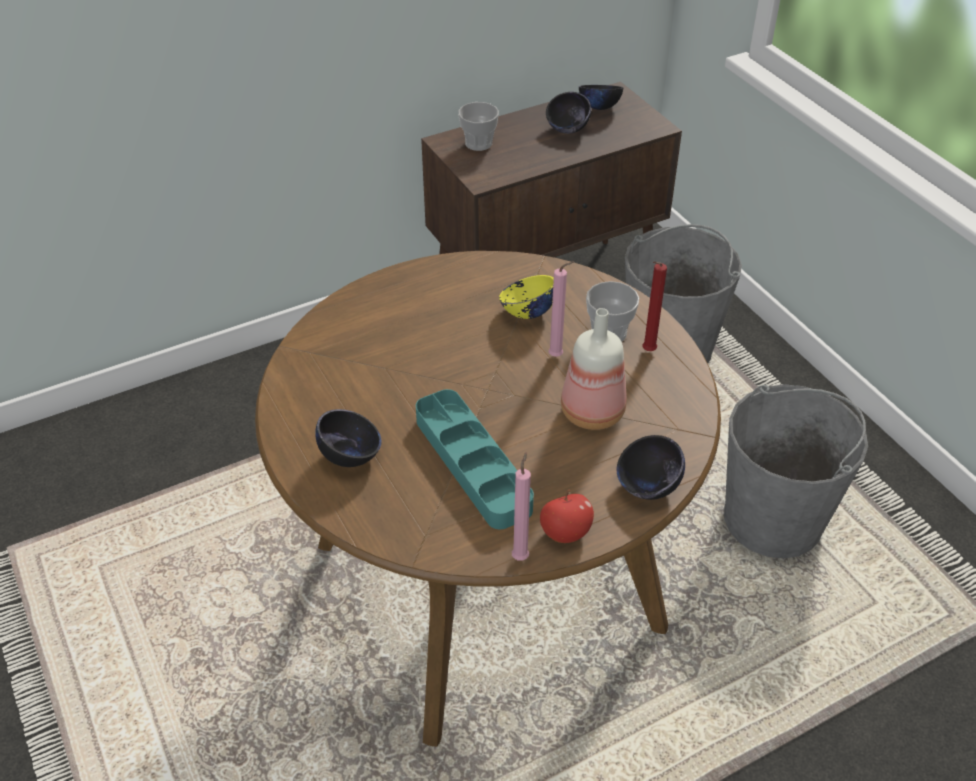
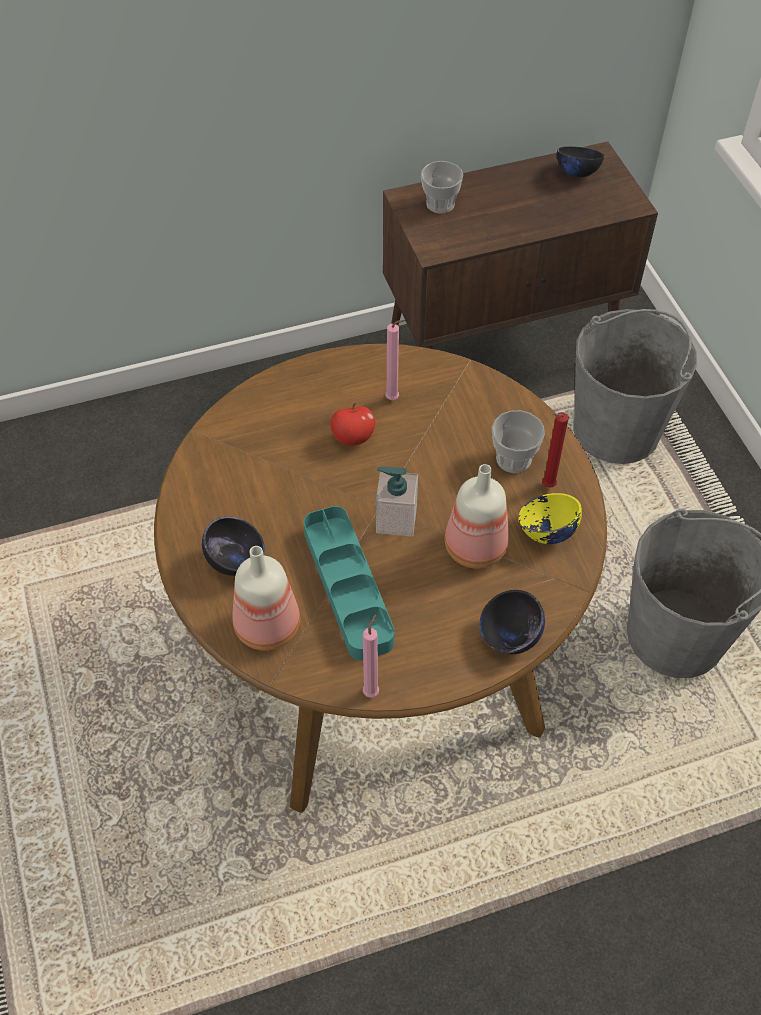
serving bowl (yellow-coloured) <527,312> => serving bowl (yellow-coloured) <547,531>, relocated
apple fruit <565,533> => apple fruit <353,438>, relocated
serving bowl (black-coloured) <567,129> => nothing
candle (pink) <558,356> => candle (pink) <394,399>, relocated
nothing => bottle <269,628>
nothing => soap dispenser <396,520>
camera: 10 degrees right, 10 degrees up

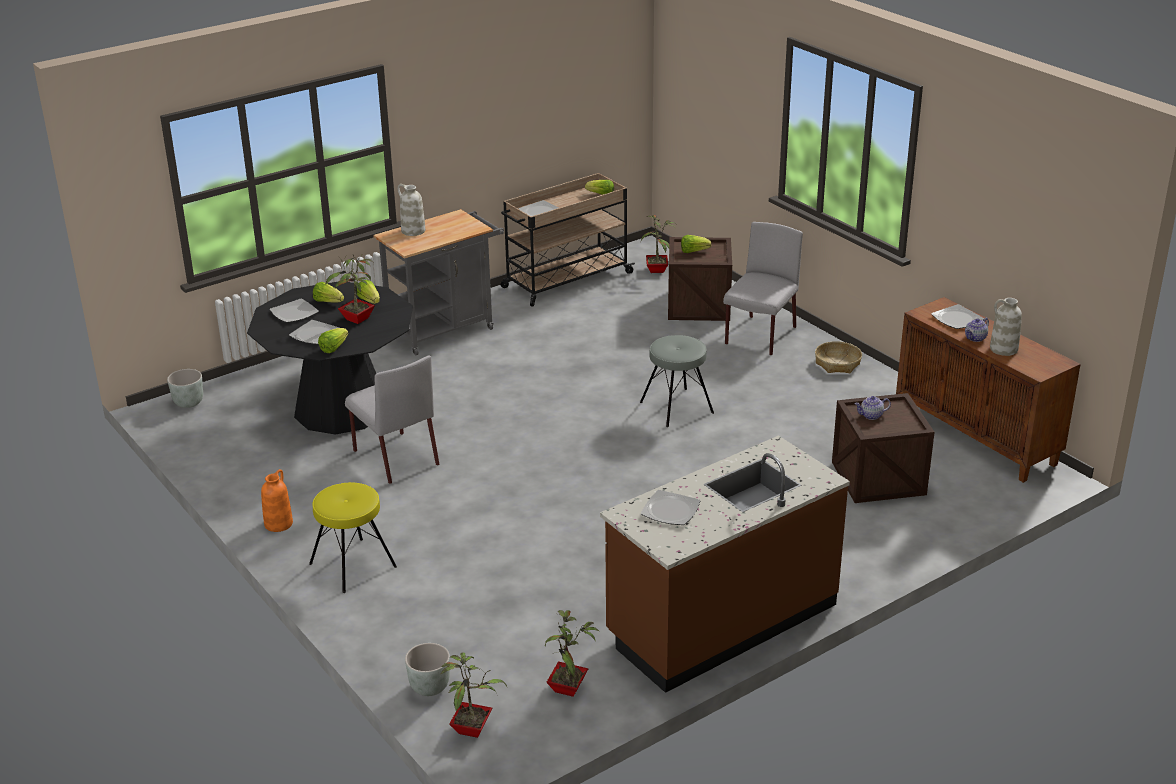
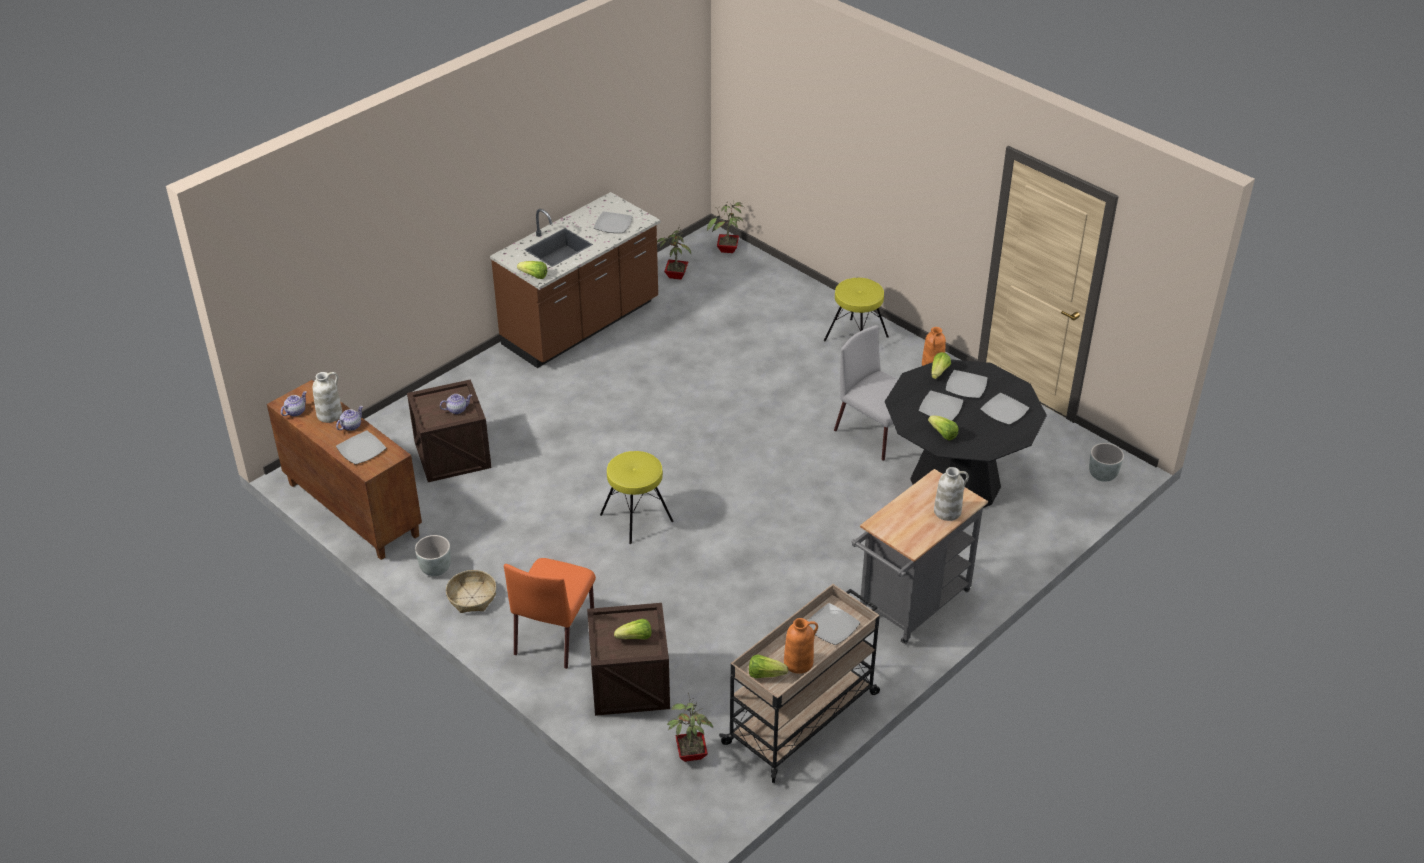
head of lettuce <328,302> => head of lettuce <534,276>, relocated
houseplant <356,320> => flat dish <940,408>
plant pot (grey) <429,687> => plant pot (grey) <435,569>, relocated
stool seat (grey) <677,407> => stool seat (yellow-coloured) <636,518>
upright chair (grey) <760,336> => upright chair (orange) <555,634>
nothing => pot for tea <295,411>
nothing => decorative vase (orange) <799,662>
camera: 170 degrees right, 10 degrees up

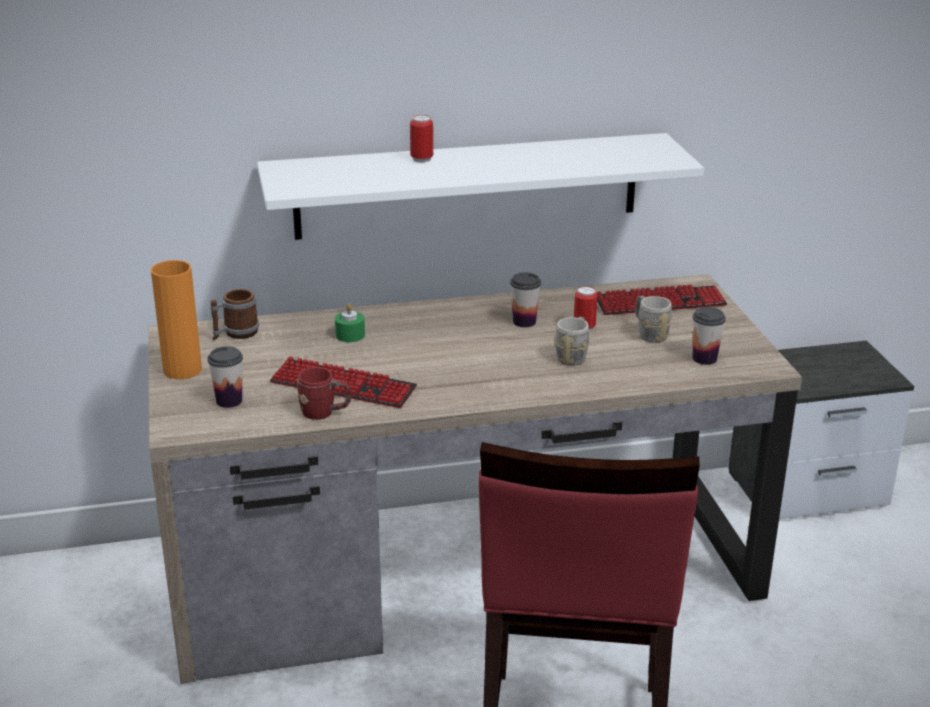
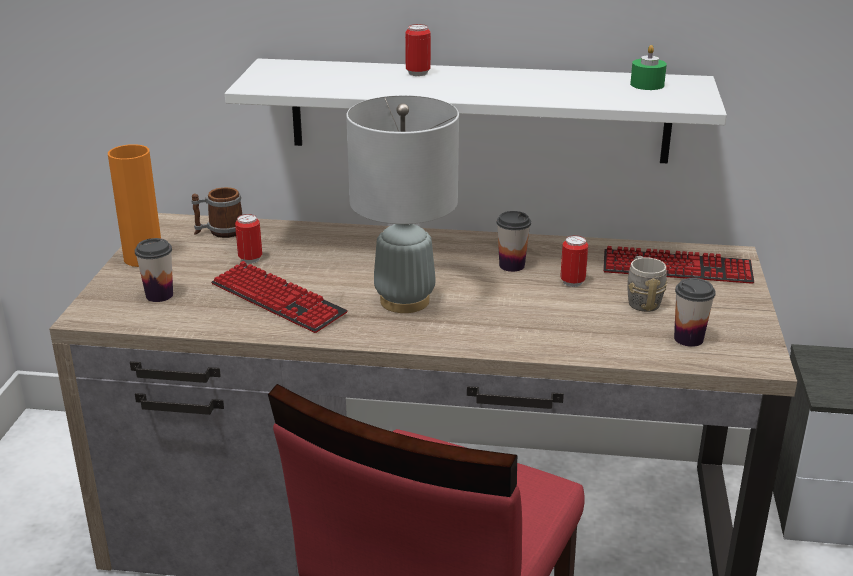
mug (red) <325,413> => nothing
candle (green-coloured) <350,335> => candle (green-coloured) <647,84>, relocated
mug (grey) <573,356> => nothing
nothing => can <250,259>
nothing => tabletop lamp (grey) <405,300>
camera: 20 degrees right, 0 degrees up

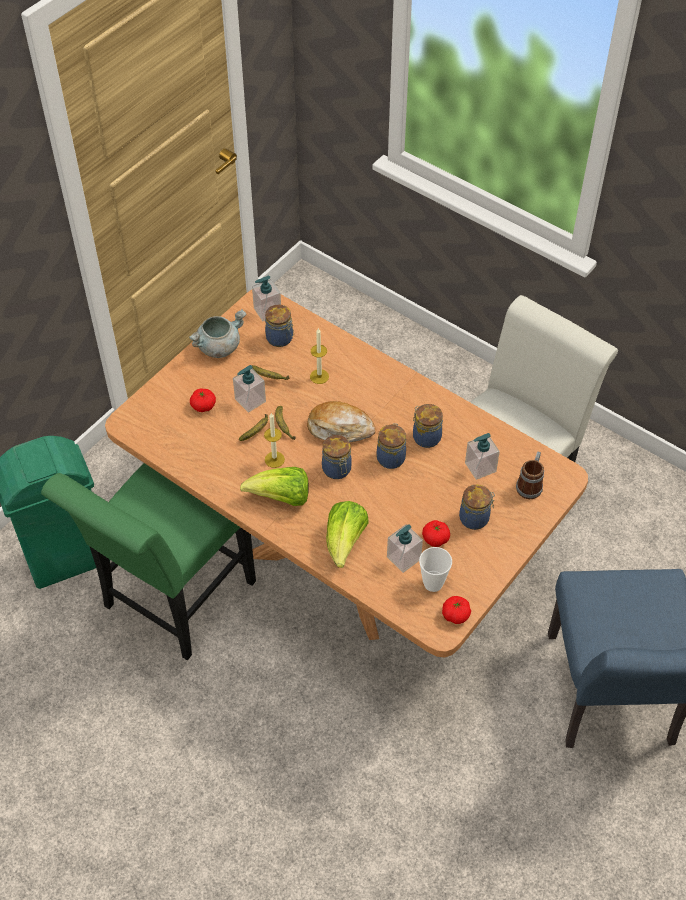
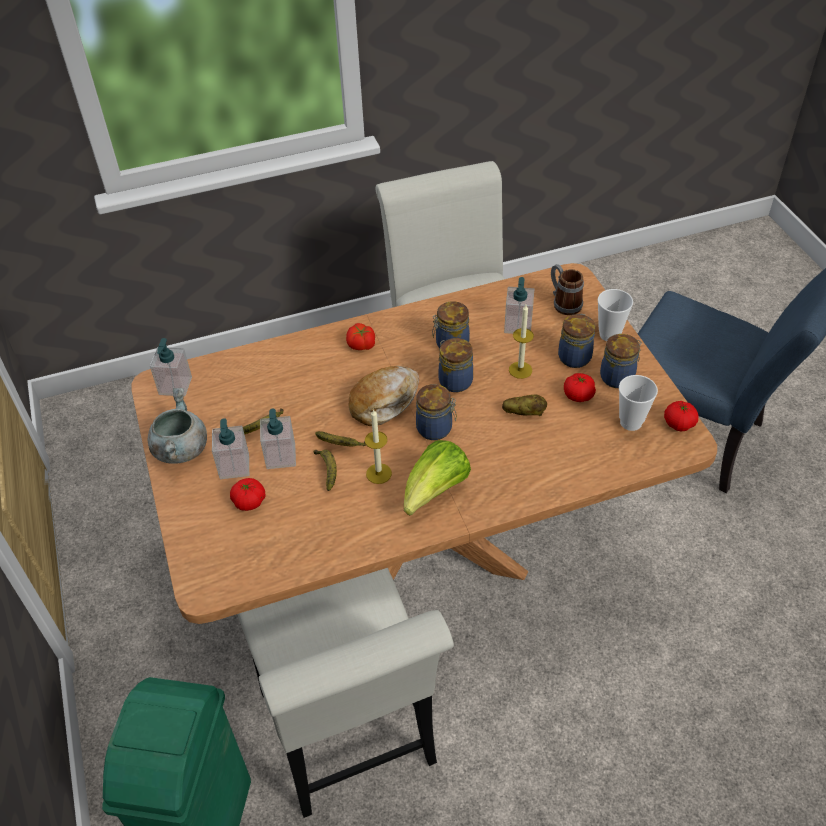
upright chair (green-coloured) <172,601> => upright chair (white) <351,738>
preserve jar <280,339> => preserve jar <618,377>, relocated
candle <319,376> => candle <520,370>, relocated
head of lettuce <345,542> => nothing
soap dispenser <403,558> => soap dispenser <234,466>, relocated
nothing => whole tomato <361,345>
nothing => spud <524,413>
nothing => cup <609,334>
camera: 55 degrees left, 5 degrees down

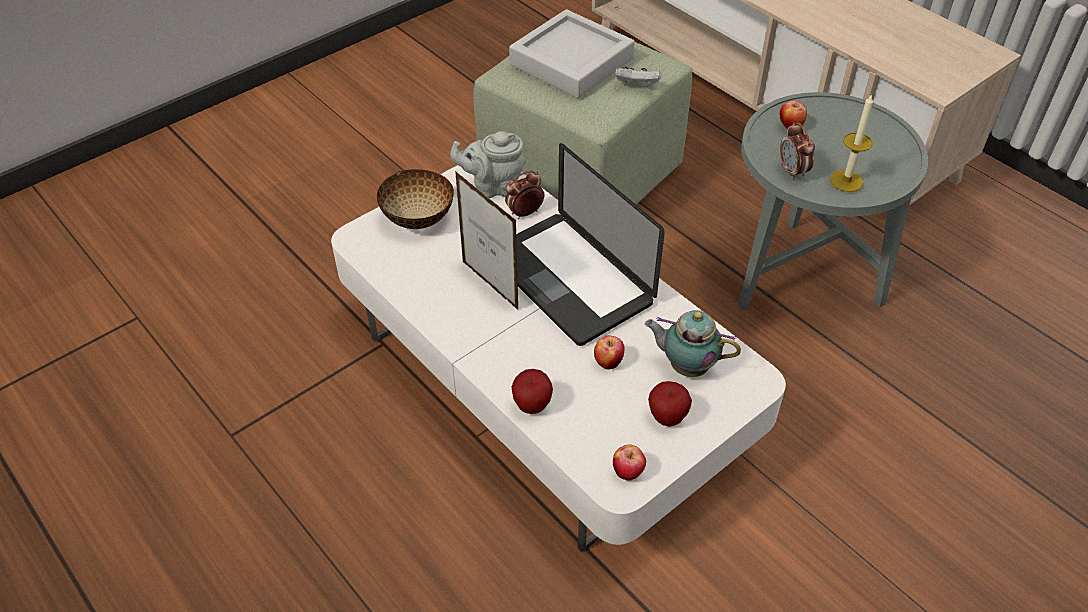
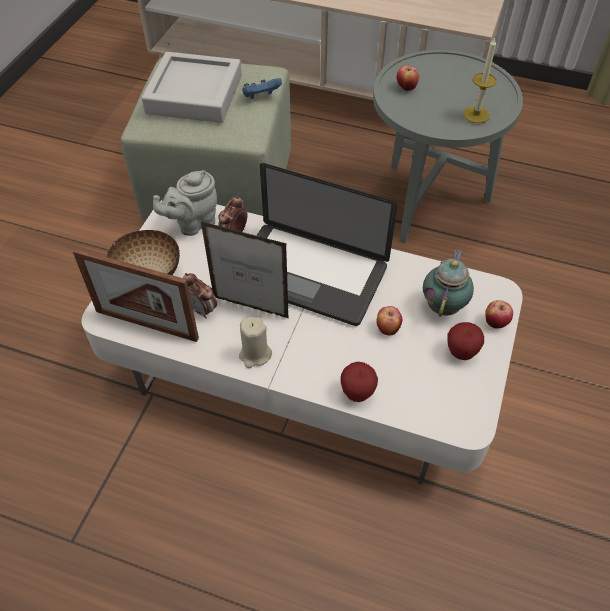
apple fruit <628,473> => apple fruit <495,322>, relocated
joypad (white) <637,86> => joypad (blue) <261,97>
pot for tea <686,366> => pot for tea <444,305>, 120 degrees clockwise
alarm clock <792,171> => alarm clock <202,309>, relocated
nothing => standing frame <146,325>
nothing => candle (sand-coloured) <255,354>
camera: 30 degrees left, 5 degrees up

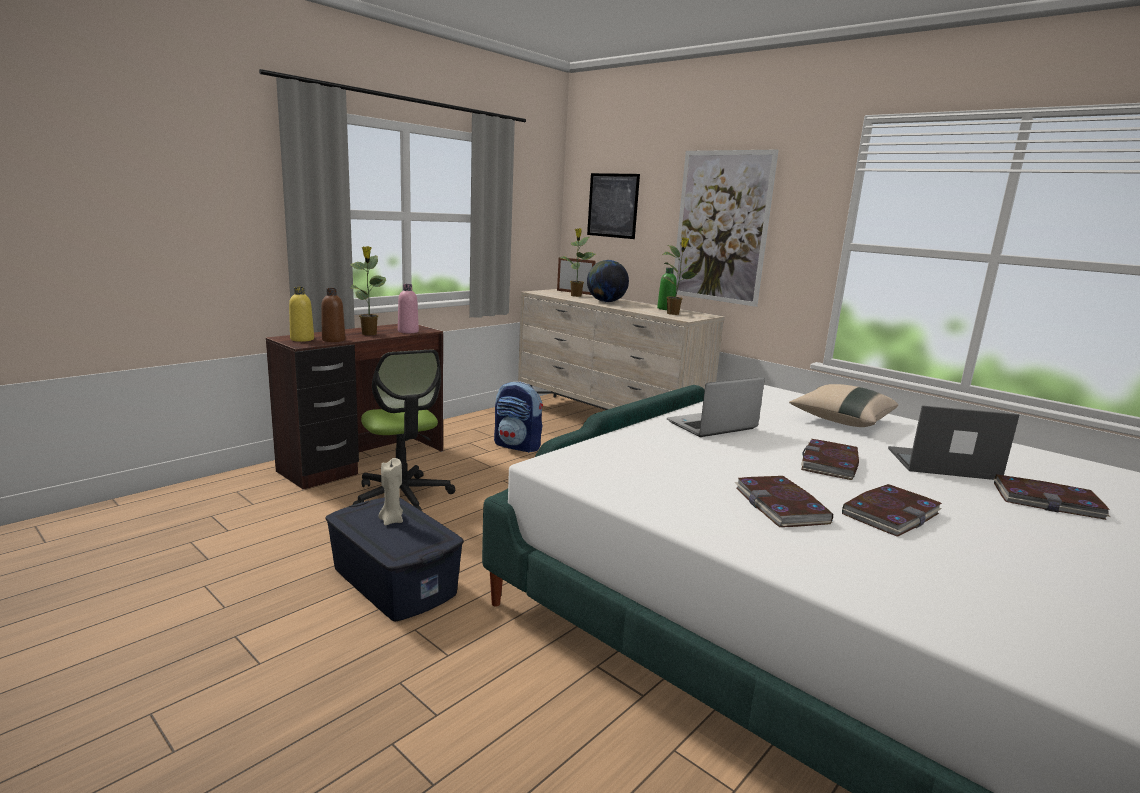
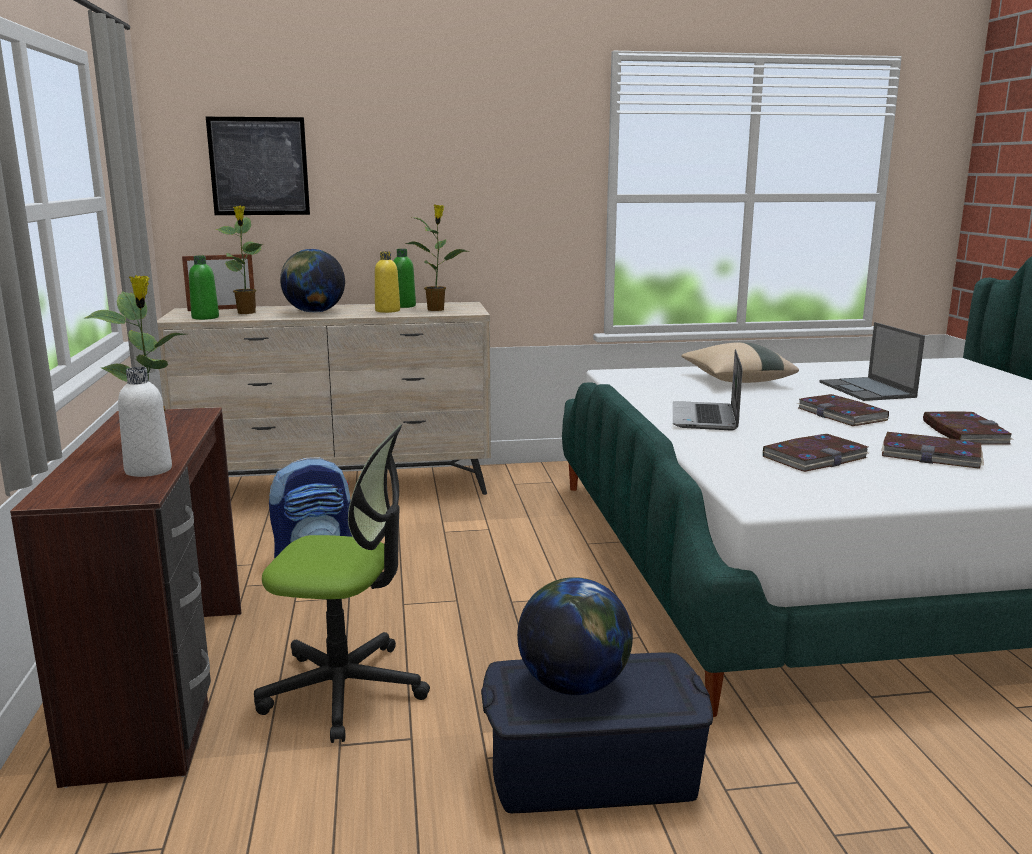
bottle (yellow-coloured) <302,339> => bottle (yellow-coloured) <387,310>, relocated
bottle (brown) <333,340> => bottle (white) <148,470>
candle (sand-coloured) <391,520> => world globe <573,685>
bottle (pink) <408,331> => nothing
wall art <721,227> => nothing
portable computer <941,464> => portable computer <867,390>, 60 degrees counterclockwise
bound book <1047,501> => bound book <814,457>, relocated
nothing => bottle (green-coloured) <205,317>
camera: 50 degrees left, 0 degrees up

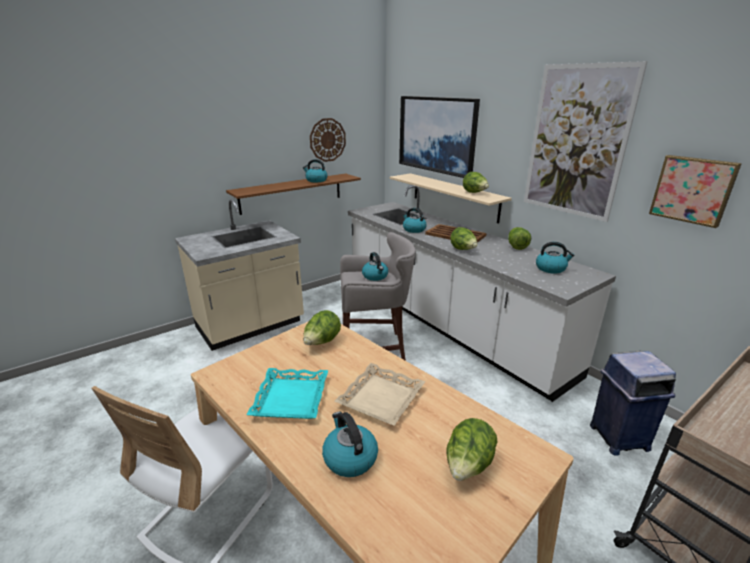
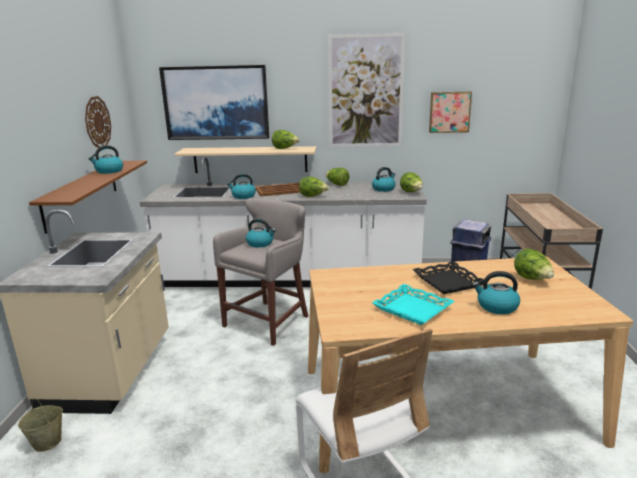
head of lettuce <322,342> => head of lettuce <411,192>, relocated
carrying tray (sand-coloured) <380,398> => carrying tray (black-coloured) <447,282>
nothing => bucket (sand-coloured) <48,442>
camera: 50 degrees left, 5 degrees down

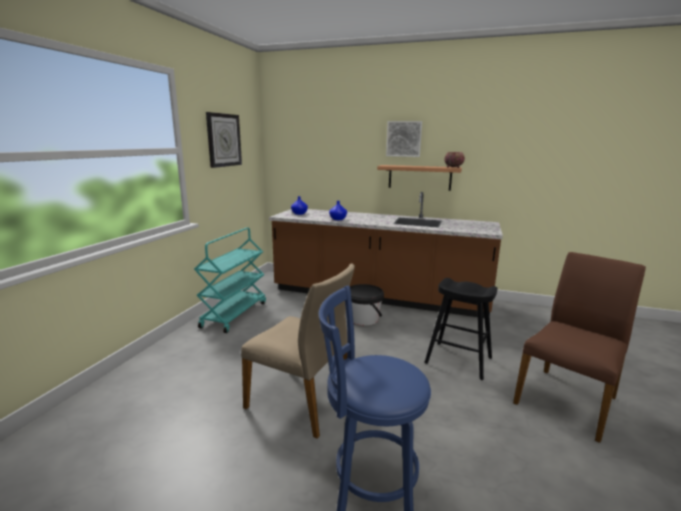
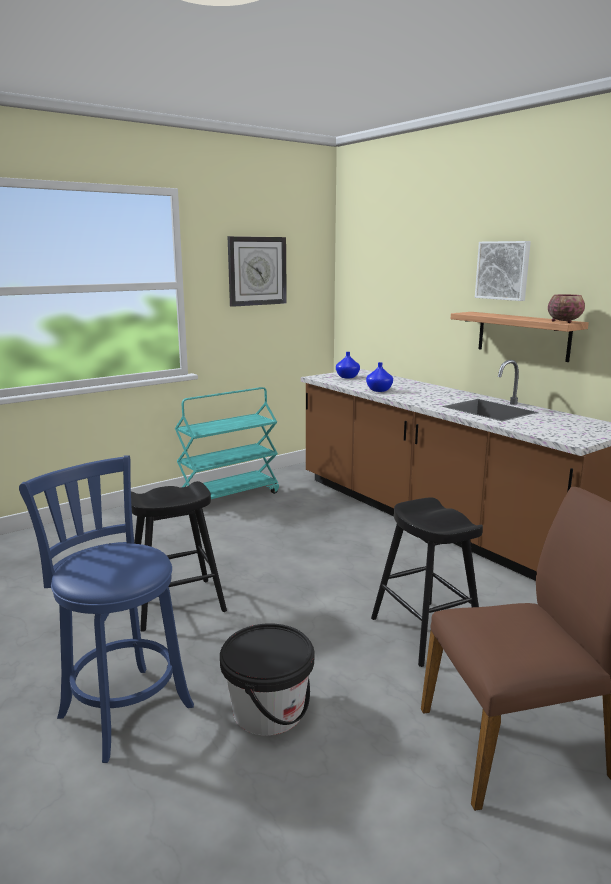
upright chair (sand-coloured) <302,401> => stool seat (black-coloured) <177,604>
bucket (black-coloured) <363,318> => bucket (black-coloured) <268,710>, relocated
camera: 35 degrees right, 0 degrees up

